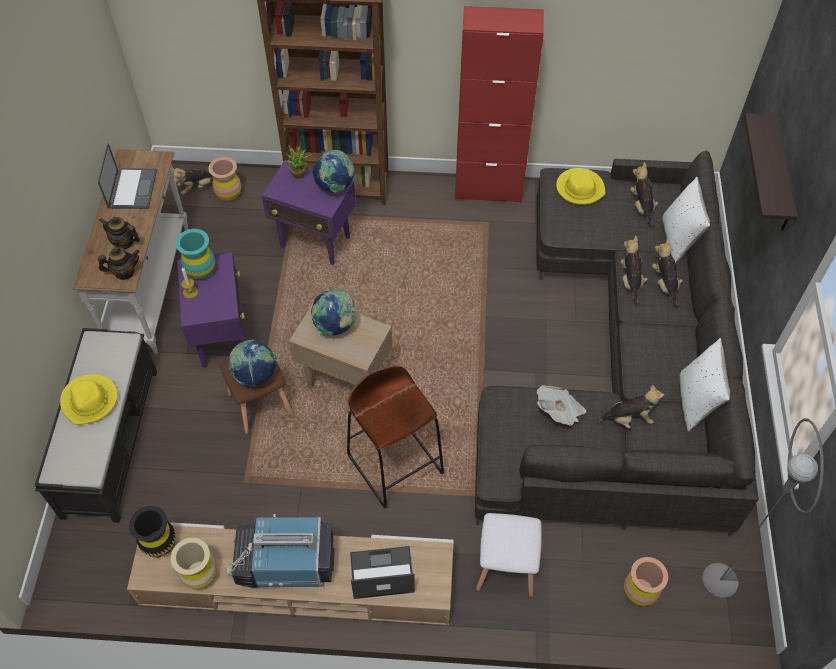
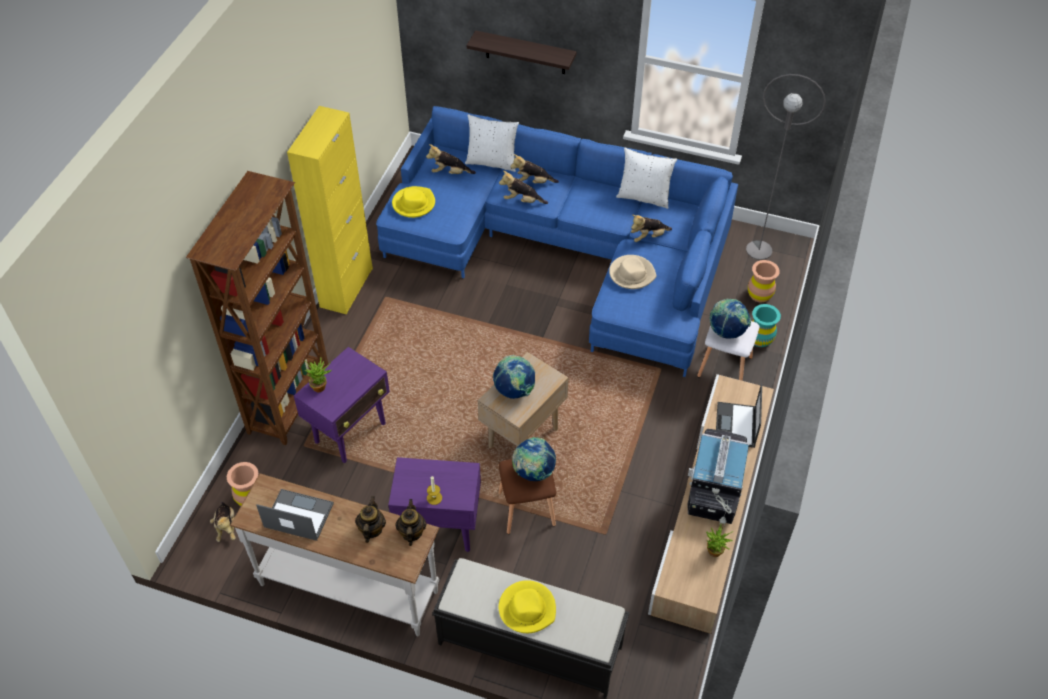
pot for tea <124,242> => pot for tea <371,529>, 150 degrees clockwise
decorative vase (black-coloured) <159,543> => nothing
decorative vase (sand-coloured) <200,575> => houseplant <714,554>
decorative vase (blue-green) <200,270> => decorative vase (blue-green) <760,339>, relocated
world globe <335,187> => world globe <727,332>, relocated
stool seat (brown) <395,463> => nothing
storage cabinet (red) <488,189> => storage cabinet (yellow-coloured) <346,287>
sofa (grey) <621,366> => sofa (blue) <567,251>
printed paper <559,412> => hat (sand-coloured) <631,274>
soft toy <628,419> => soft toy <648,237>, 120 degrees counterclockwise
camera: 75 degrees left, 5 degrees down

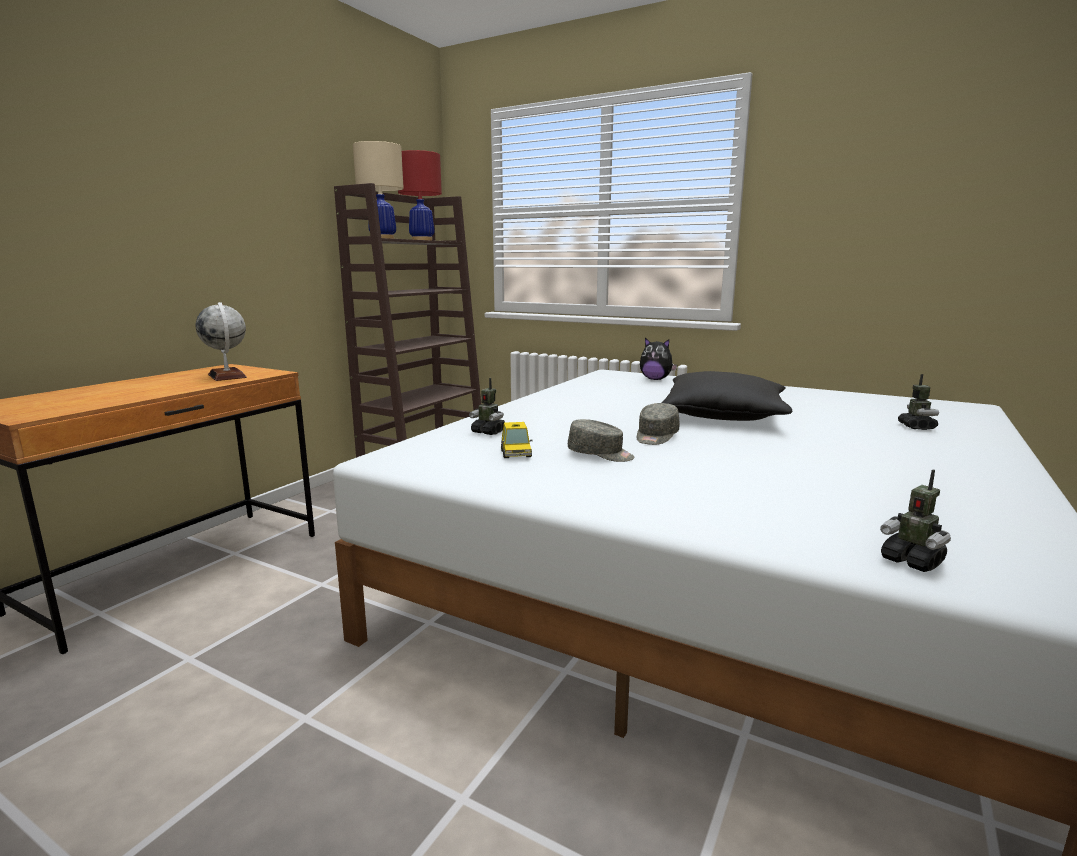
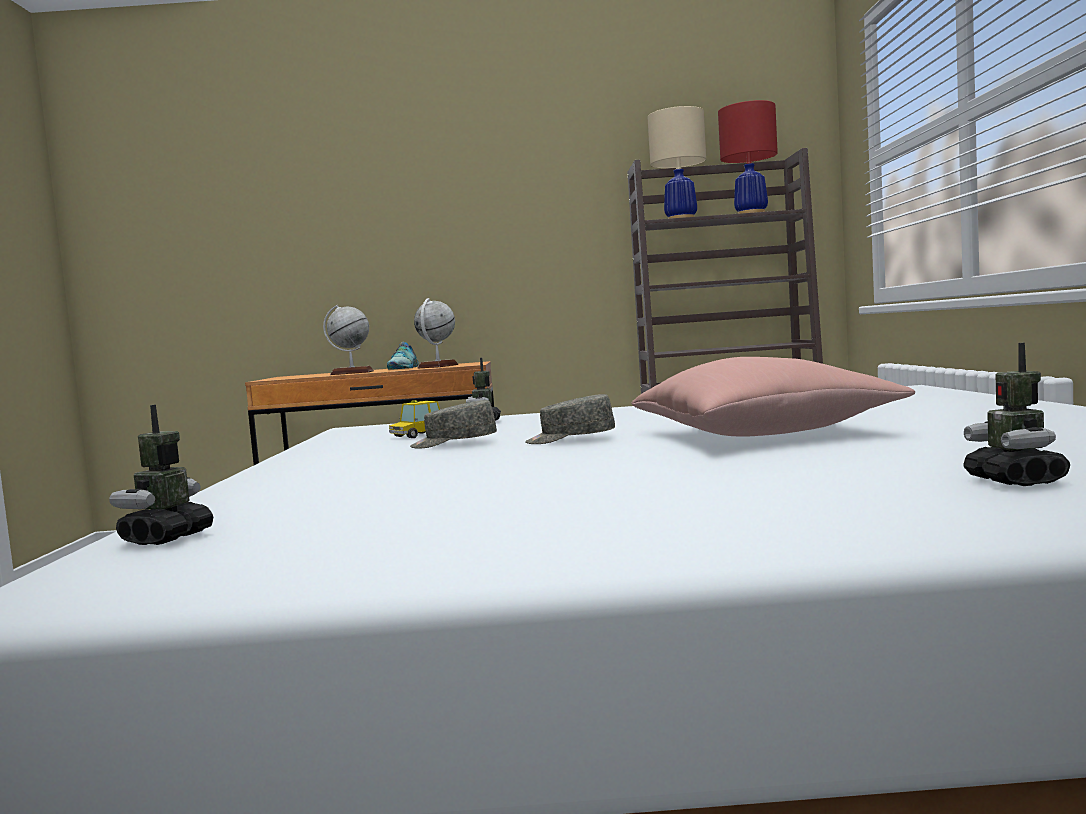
peaked cap (grey) <600,455> => peaked cap (grey) <454,443>, 90 degrees clockwise
soft toy <655,379> => nothing
pillow (black-coloured) <723,415> => pillow (pink) <762,433>
toy robot <916,427> => toy robot <1015,480>, 105 degrees clockwise
nothing => world globe <352,373>
nothing => item of footwear <405,368>
camera: 60 degrees right, 10 degrees down

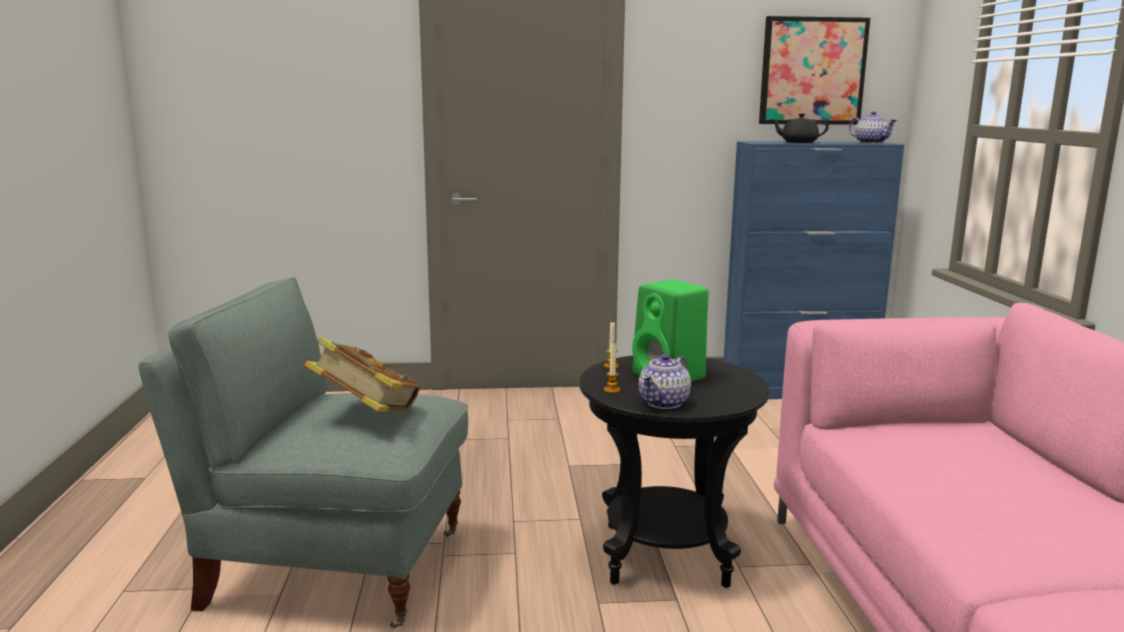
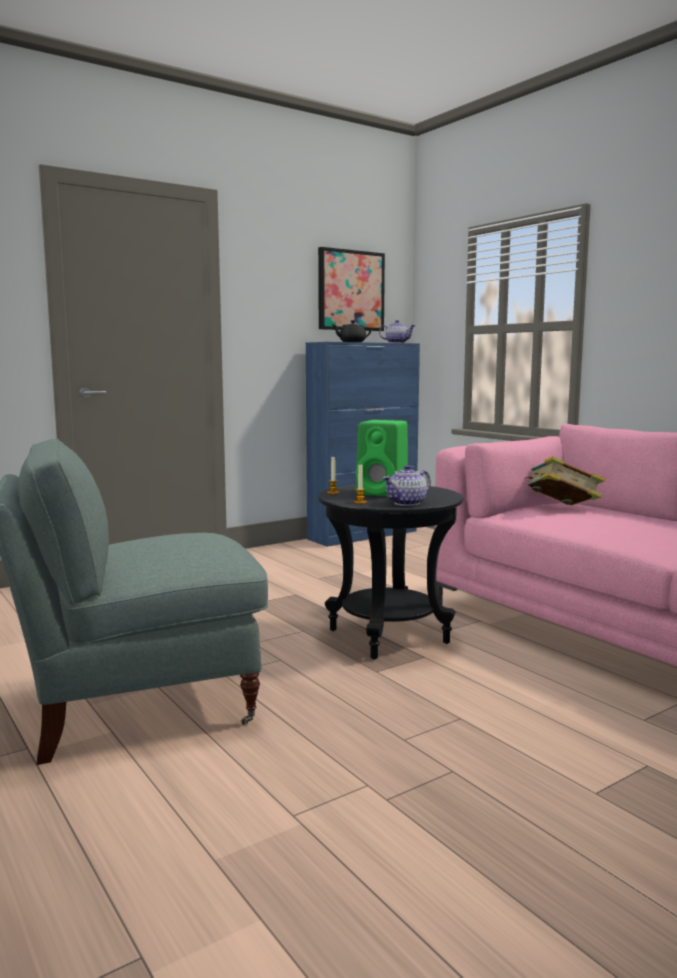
bound book <366,414> => bound book <560,509>, relocated
pot for tea <664,402> => pot for tea <407,503>, 45 degrees clockwise
camera: 30 degrees left, 5 degrees down

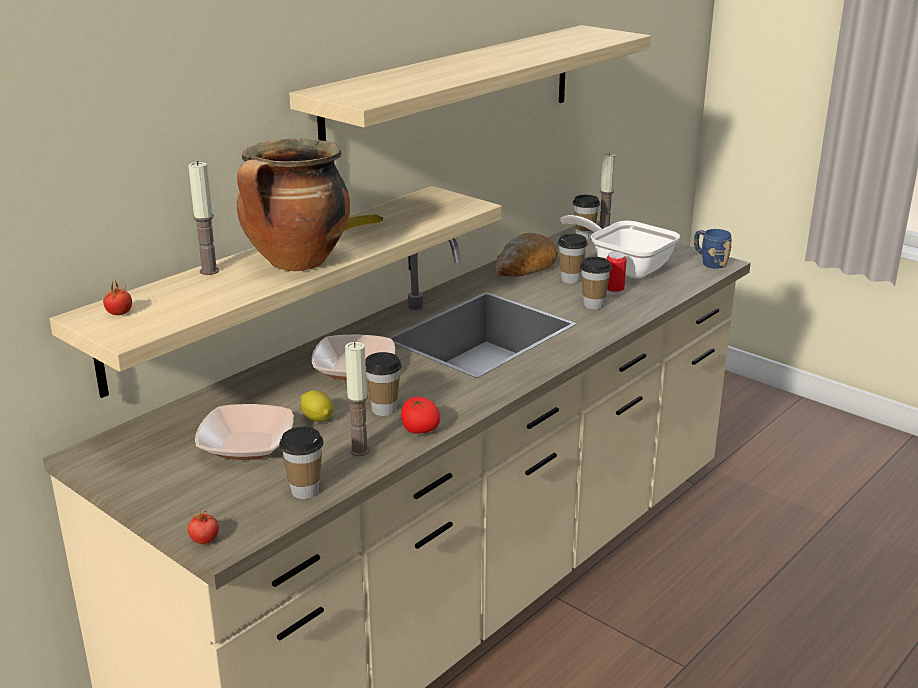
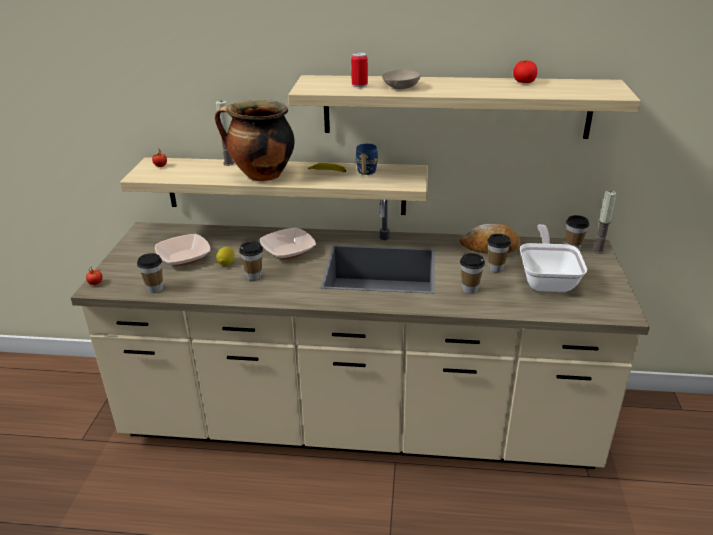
candle <359,450> => nothing
whole tomato <419,430> => whole tomato <524,82>, relocated
can <614,291> => can <359,86>, relocated
mug (blue) <709,262> => mug (blue) <368,169>, relocated
nothing => serving bowl (sand-coloured) <402,87>
camera: 55 degrees right, 5 degrees up

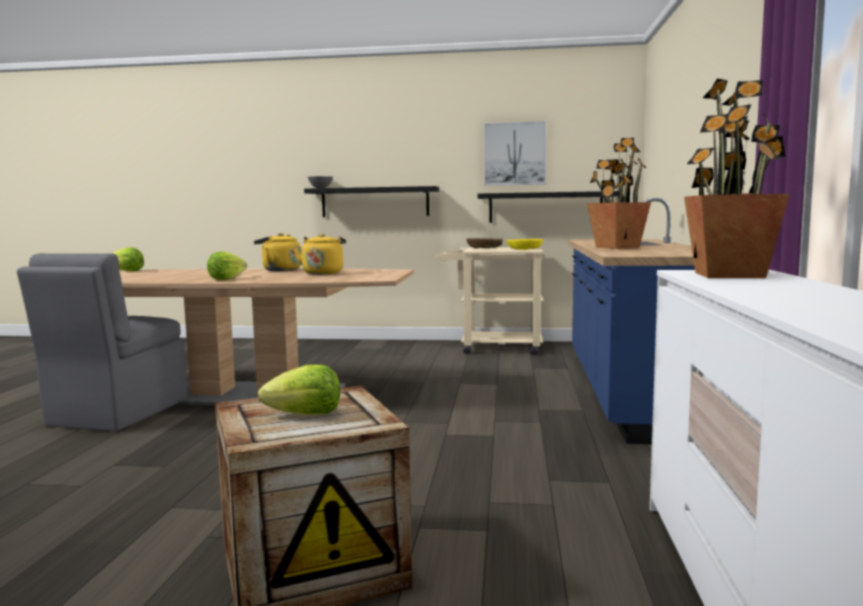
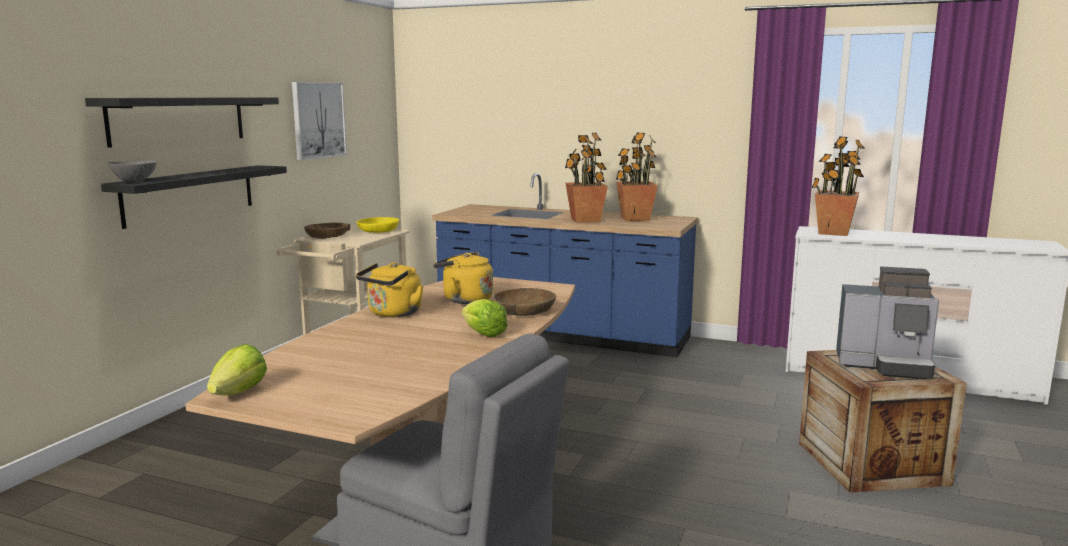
head of lettuce <305,415> => coffee brewer <885,365>
bracket shelf (black-coloured) <545,207> => bracket shelf (black-coloured) <179,120>, relocated
nothing => serving bowl (brown) <523,311>
nothing => houseplant <635,218>
camera: 75 degrees left, 5 degrees up

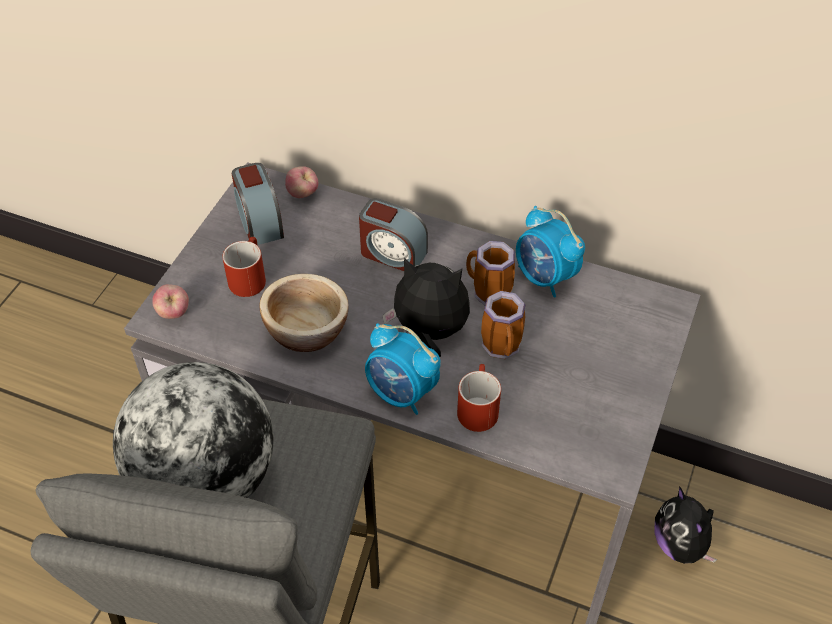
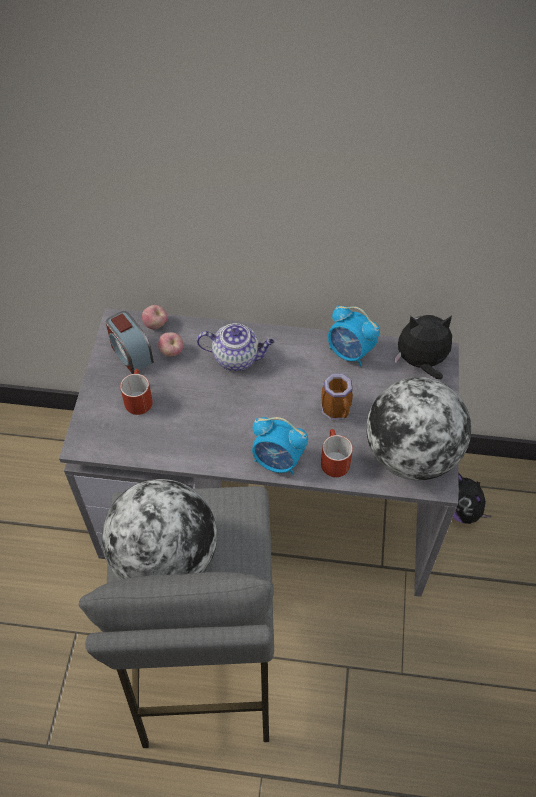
apple fruit <174,313> => apple fruit <172,352>, relocated
serving bowl <306,329> => nothing
alarm clock <392,254> => pot for tea <237,358>
soft toy <429,333> => soft toy <421,363>, relocated
mug <488,293> => nothing
nothing => world globe <411,454>
camera: 15 degrees left, 5 degrees up

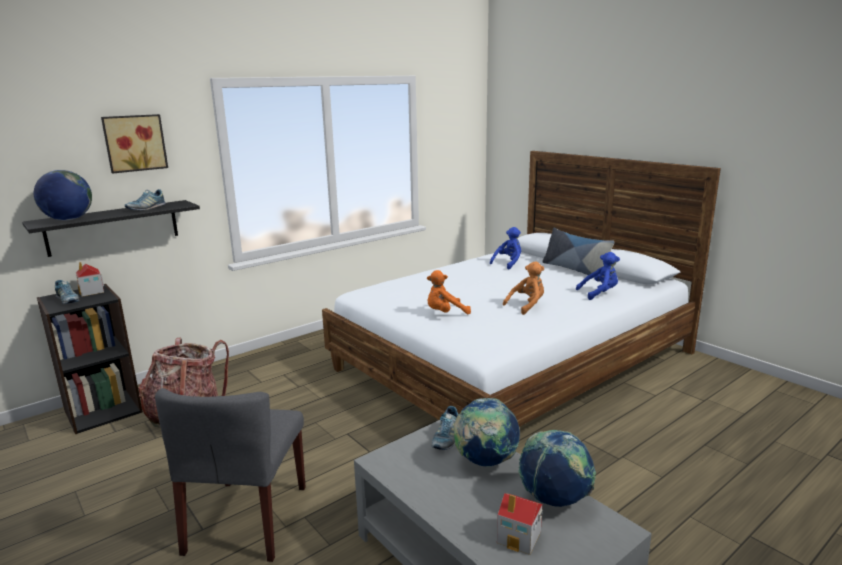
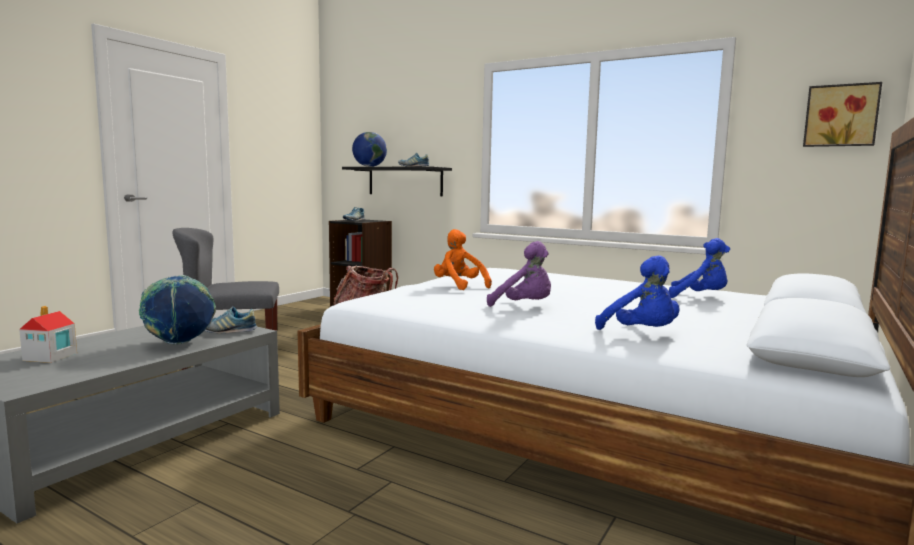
model house <92,291> => nothing
wall art <134,143> => wall art <841,115>, relocated
soft toy (orange) <527,306> => soft toy (purple) <525,307>
world globe <555,499> => nothing
pillow <575,270> => nothing
camera: 70 degrees right, 10 degrees down

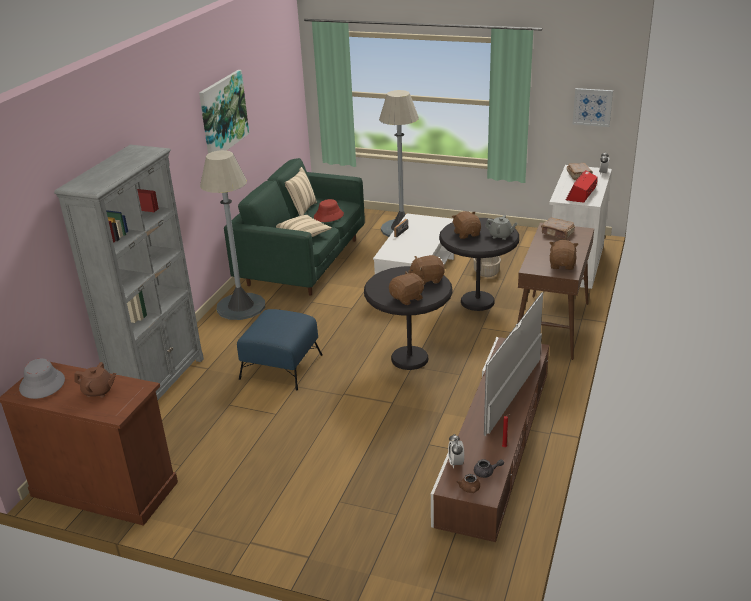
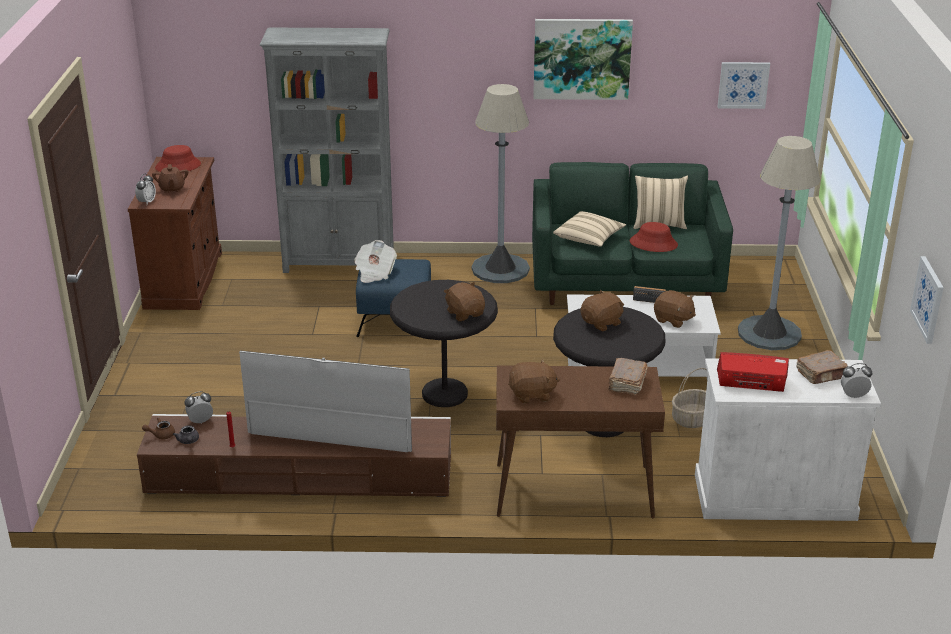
hat (grey) <42,384> => hat (red) <178,166>
soft toy (brown) <407,298> => soft toy (brown) <673,320>, relocated
pot for tea (grey) <500,236> => nothing
nothing => alarm clock <147,202>
nothing => printed paper <374,273>
nothing => wall art <743,84>
camera: 70 degrees right, 0 degrees up

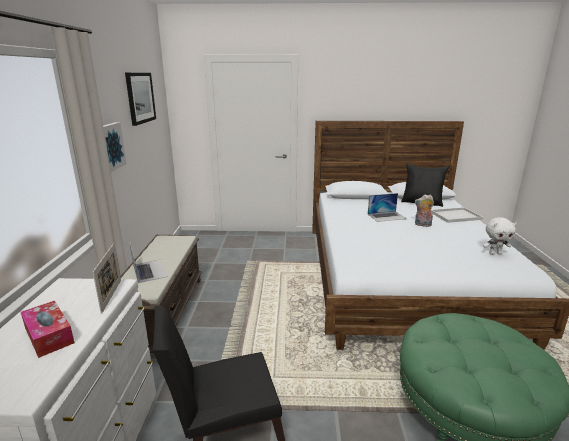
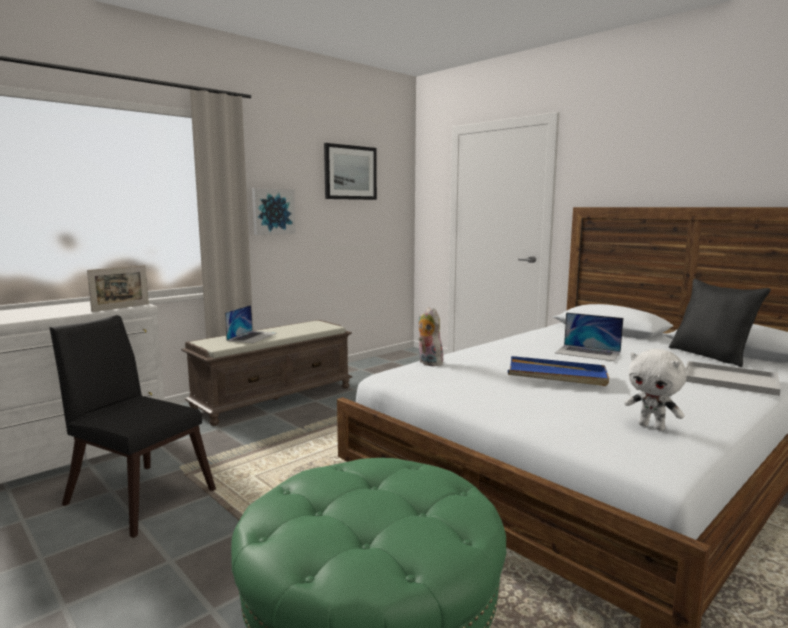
tissue holder <49,335> => nothing
soft toy <422,225> => soft toy <428,363>, relocated
nothing => carrying tray (blue) <557,375>
camera: 45 degrees right, 10 degrees down

